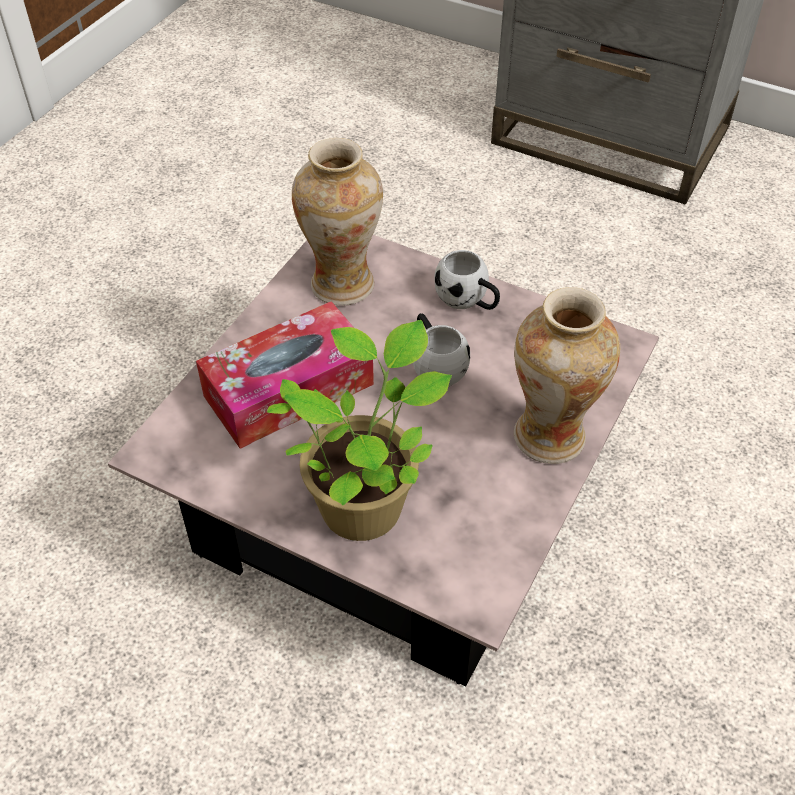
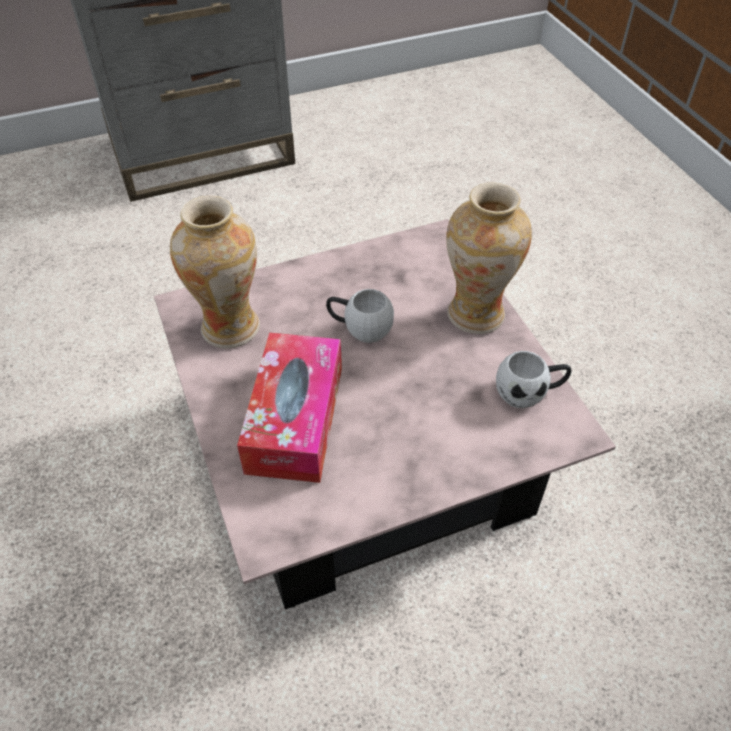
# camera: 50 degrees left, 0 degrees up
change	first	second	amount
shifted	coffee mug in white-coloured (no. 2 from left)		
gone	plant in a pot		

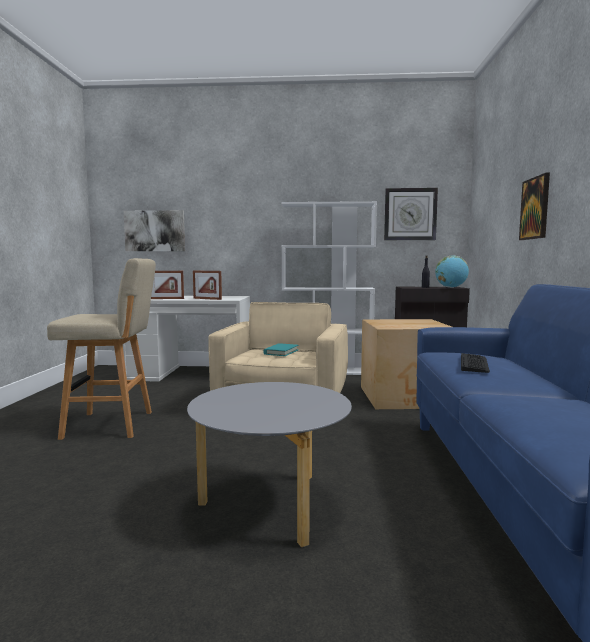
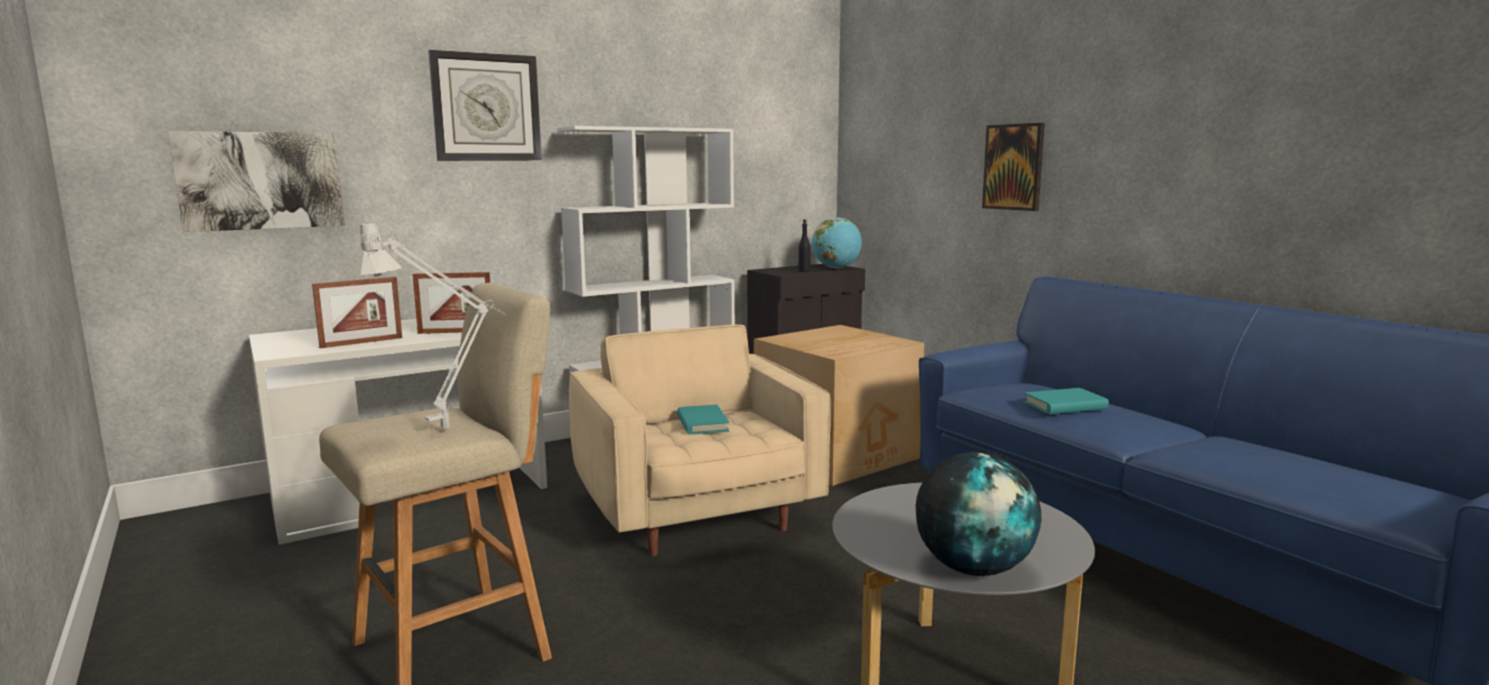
# camera: 35 degrees left, 5 degrees up
change	first	second	amount
new		table lamp in greyish	
shifted	clock on the wall		
new		world globe (no. 2 from left)	
swapped	computer keyboard	bound book in blue-green (no. 2 from left)	

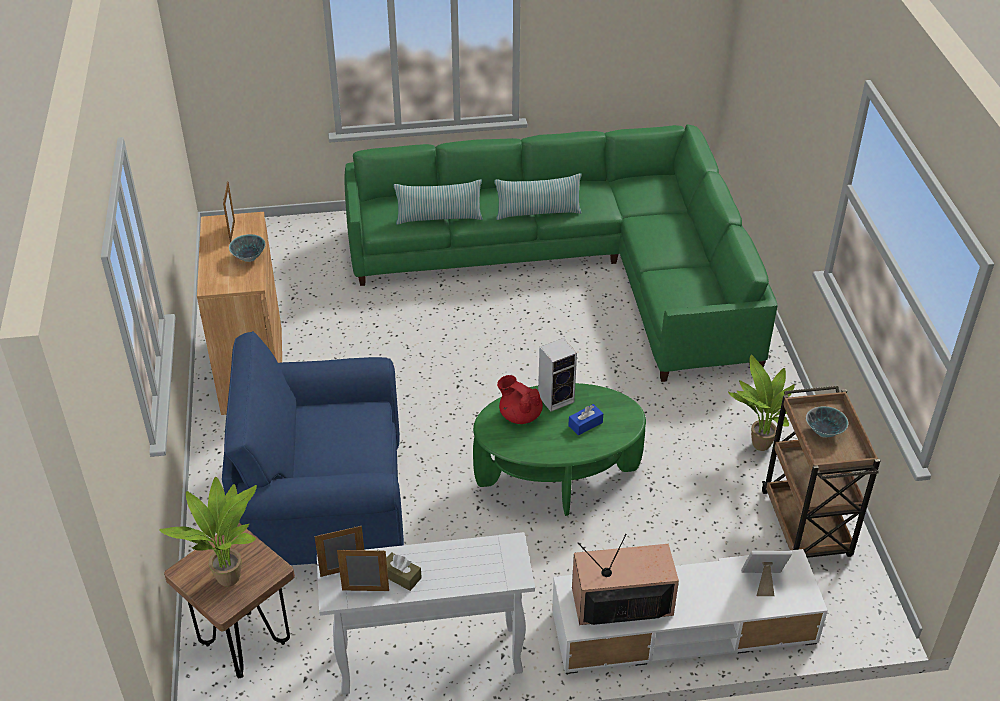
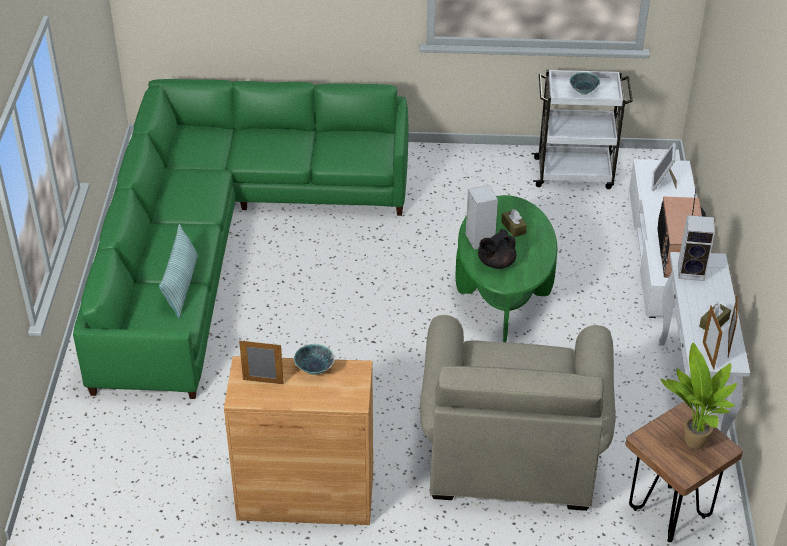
# camera: 80 degrees left, 0 degrees up
change	first	second	amount
repainted	lounge chair in bluish	lounge chair in sand-coloured	
repainted	tea pot in reddish	tea pot in black	
repainted	box of tissues in bluish	box of tissues in brown-coloured (no. 1 from left)	
repainted	cart in brown-coloured	cart in white-coloured	
new		speaker (no. 2 from left)	
gone	cushion (no. 2 from left)		
gone	plant in a pot (no. 2 from left)		

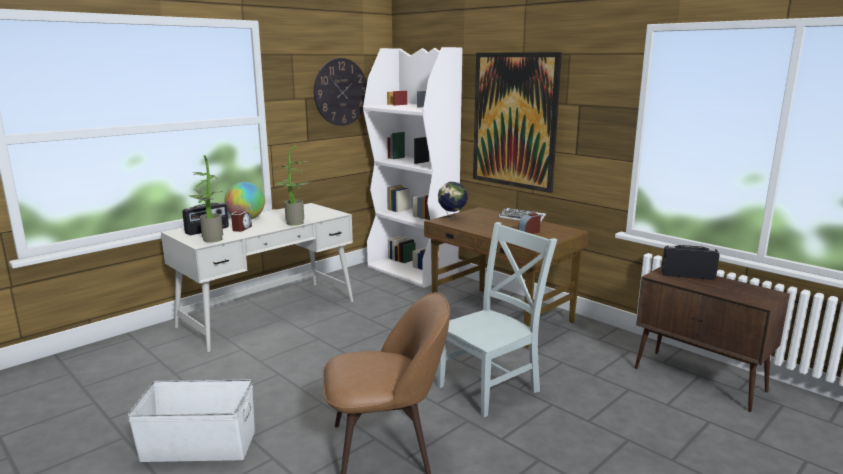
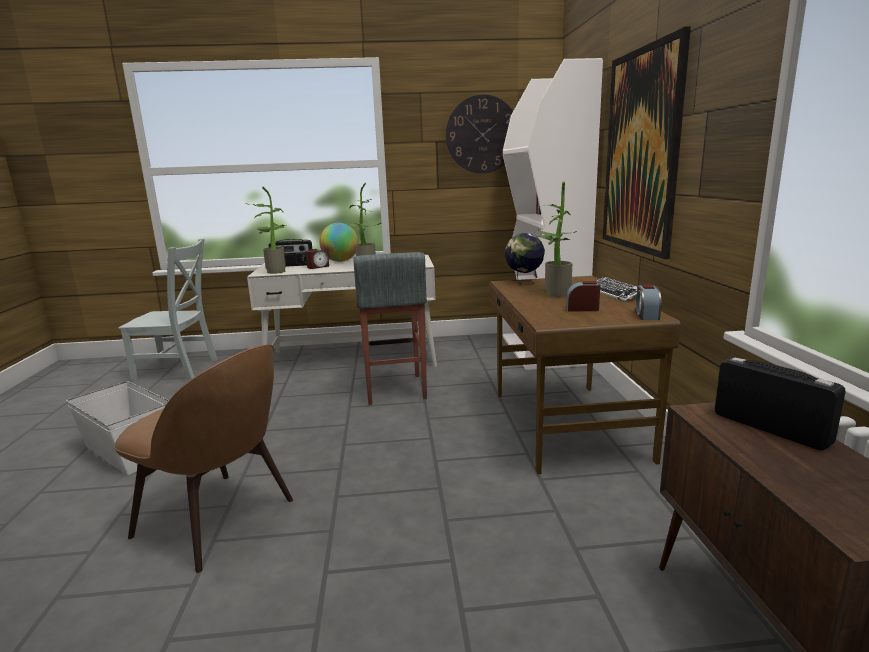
# camera: 40 degrees right, 0 degrees up
change	first	second	amount
shifted	upright chair in greyish		
new		stool in greyish	
new		plant in a pot (no. 3 from left)	
new		alarm clock (no. 3 from left)	

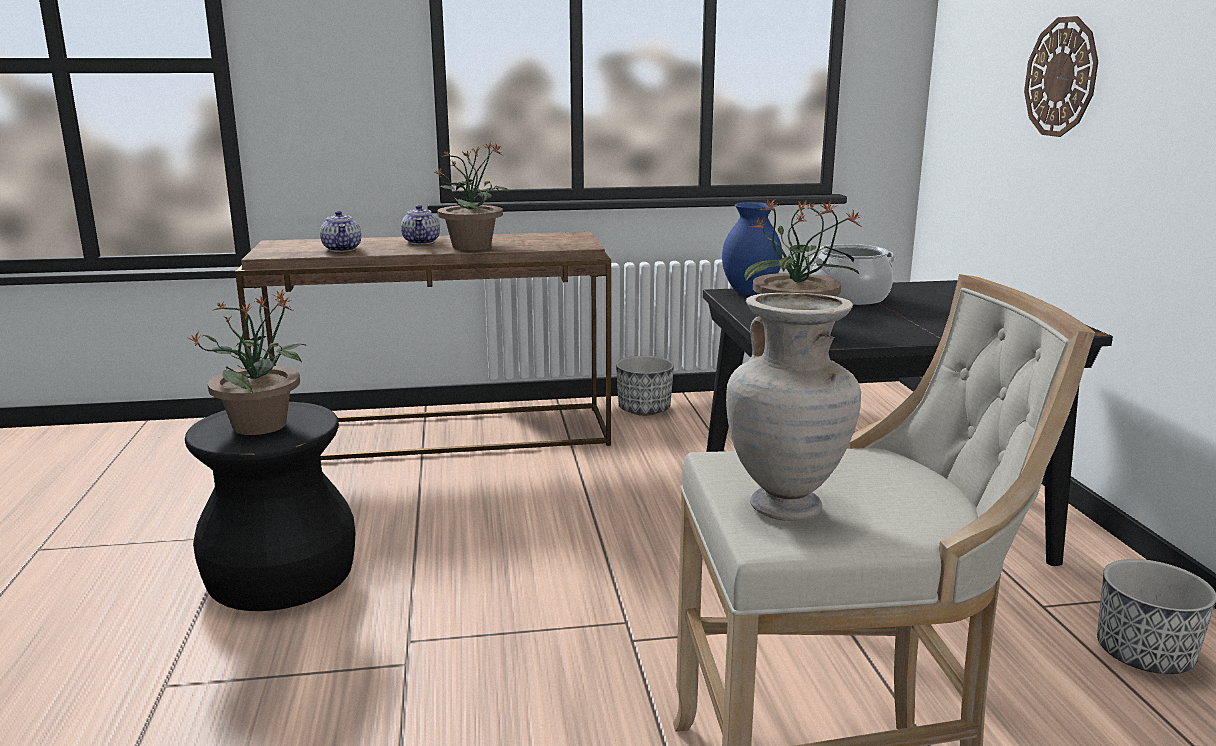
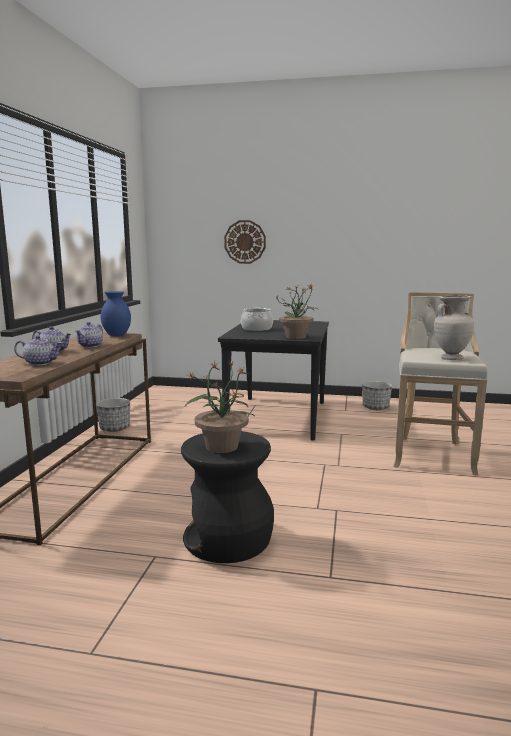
# camera: 70 degrees left, 5 degrees down
change	first	second	amount
swapped	plant in a pot (no. 2 from left)	tea pot (no. 3 from left)	
shifted	flower vase in bluish		

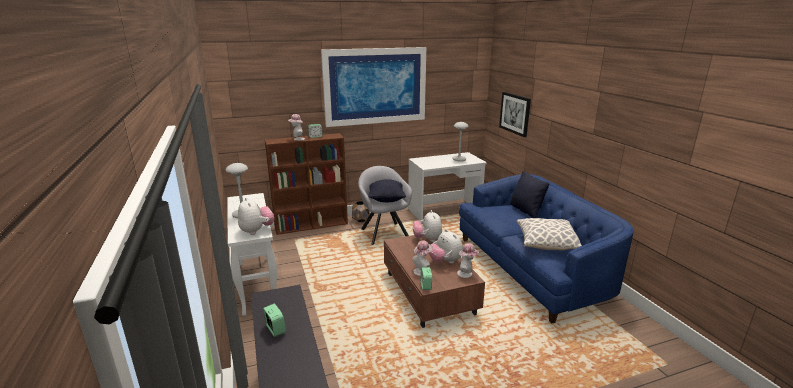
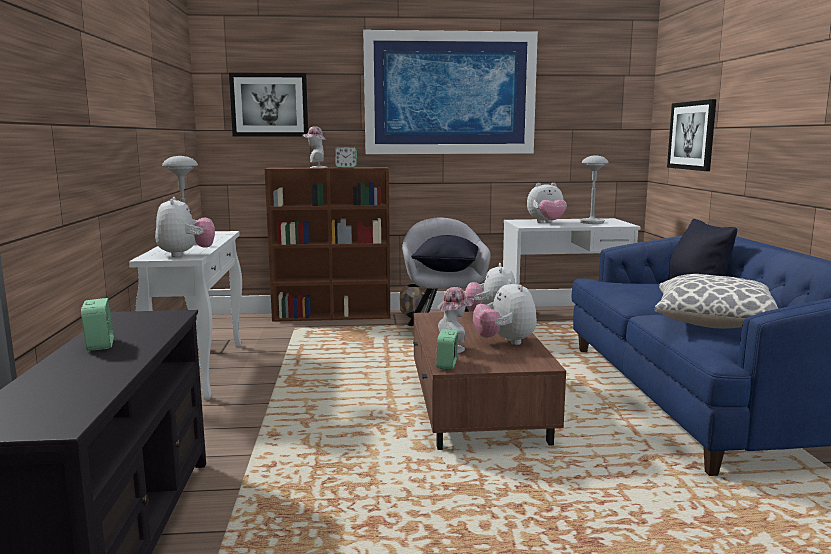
# camera: 15 degrees right, 10 degrees down
change	first	second	amount
new		wall art (no. 1 from left)	
new		soft toy (no. 4 from left)	
gone	clothing hat (no. 3 from left)		

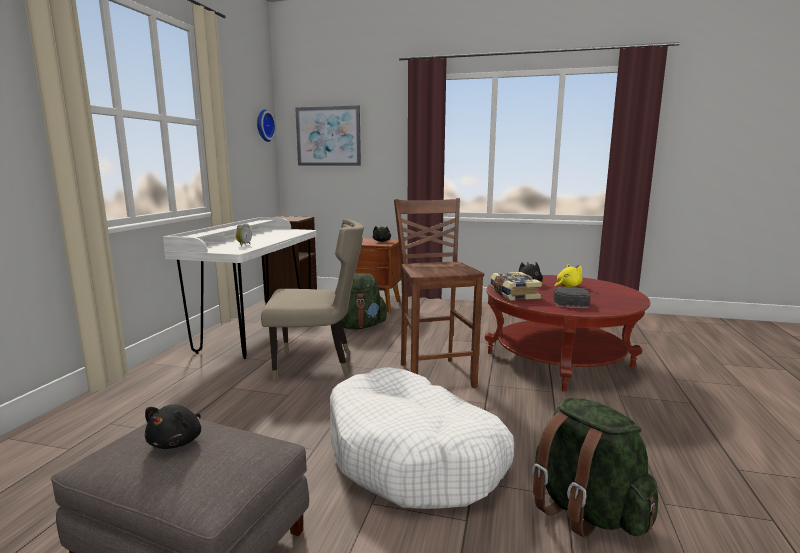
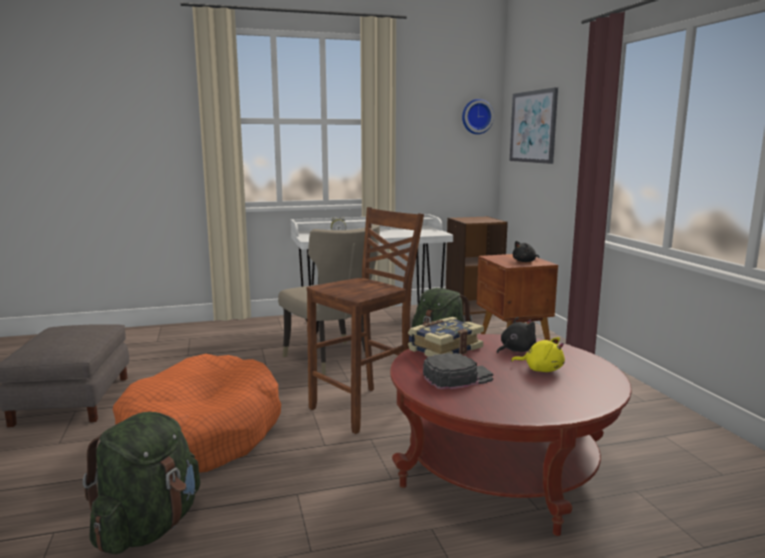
# camera: 60 degrees right, 0 degrees up
change	first	second	amount
repainted	pet bed in white-coloured	pet bed in orangey	
gone	soft toy in black (no. 1 from left)		

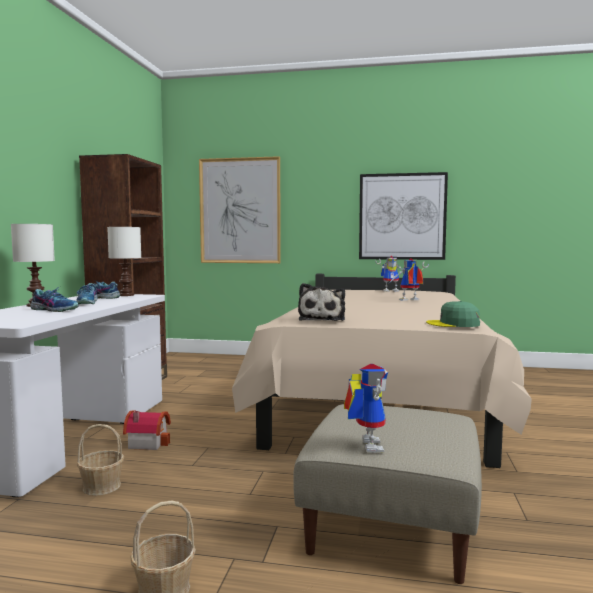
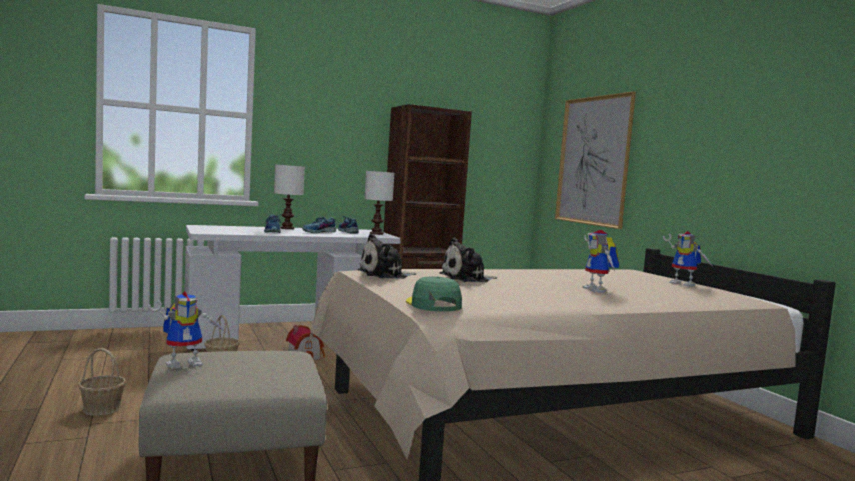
# camera: 55 degrees right, 0 degrees up
change	first	second	amount
new		soft toy (no. 2 from left)	
rotated	robot figure (no. 3 from left in the first image)	robot figure (no. 2 from left)	150 degrees counterclockwise
gone	wall art (no. 2 from left)		

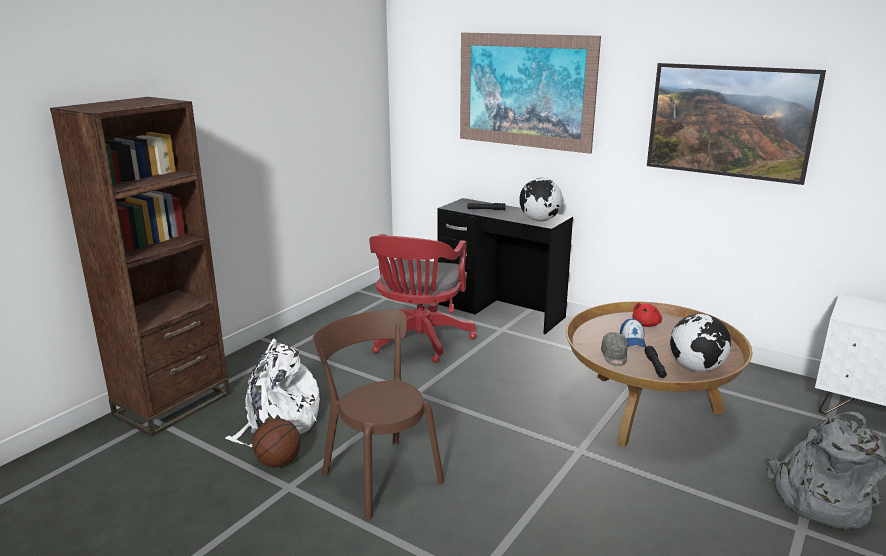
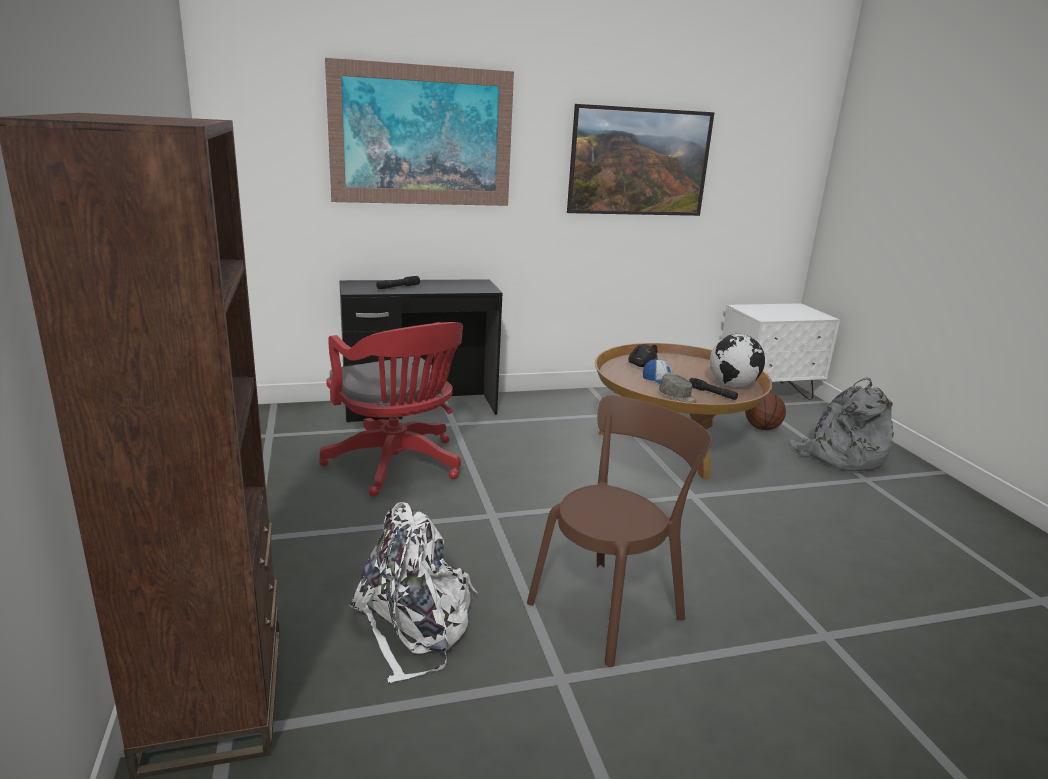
# camera: 50 degrees left, 0 degrees up
change	first	second	amount
rotated	upright chair in brown-coloured		135 degrees clockwise
repainted	soft toy in reddish	soft toy in black	
shifted	basketball		
gone	world globe (no. 1 from left)		

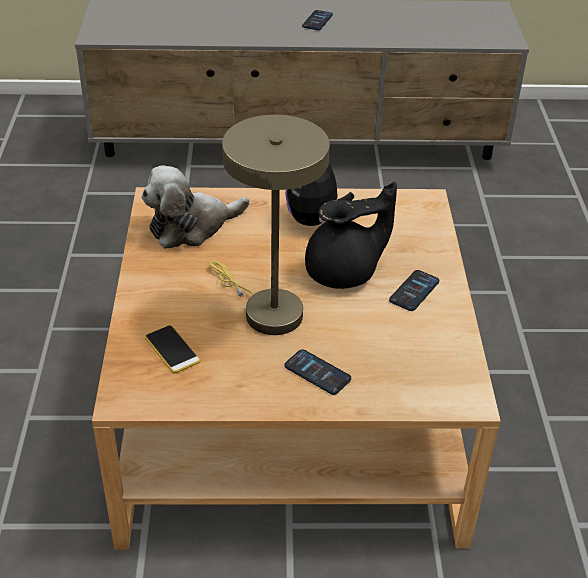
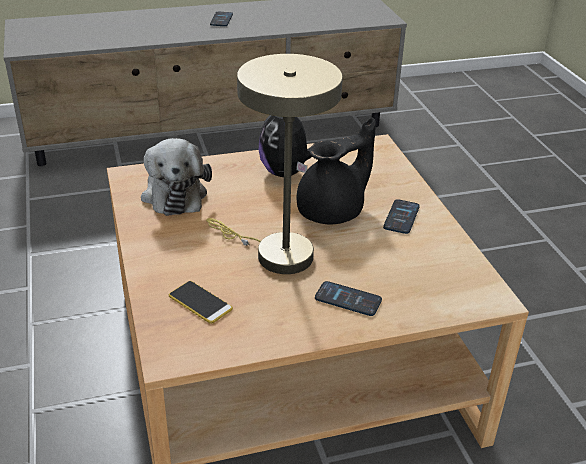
# camera: 15 degrees left, 5 degrees down
change	first	second	amount
rotated	soft toy (no. 1 from left)		60 degrees counterclockwise

